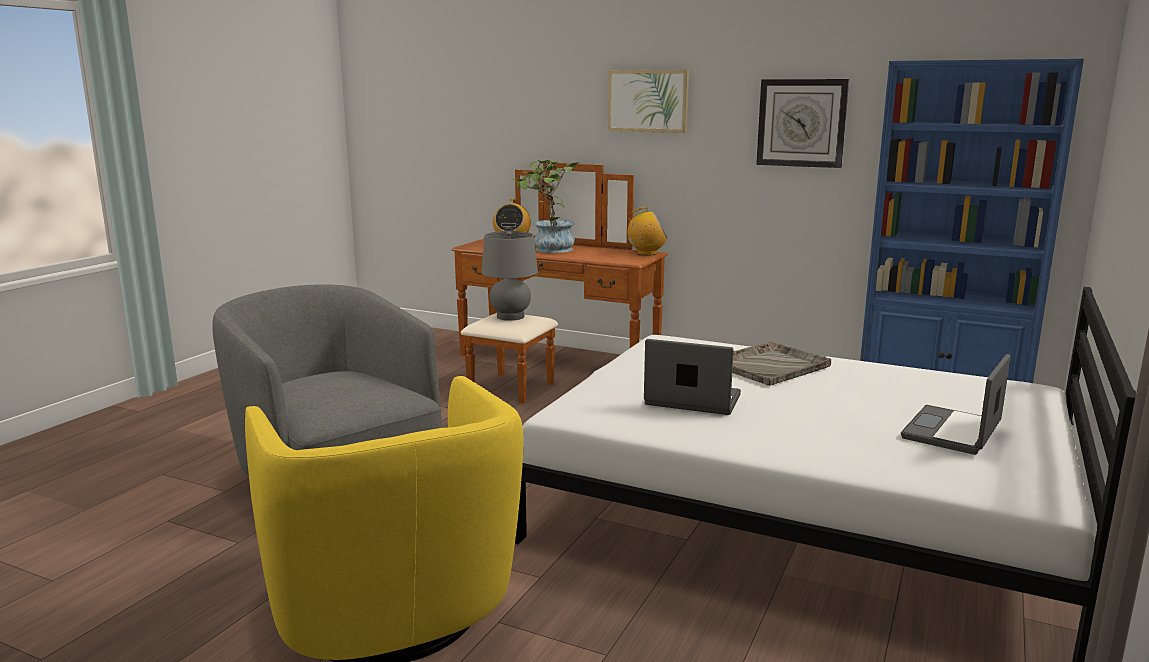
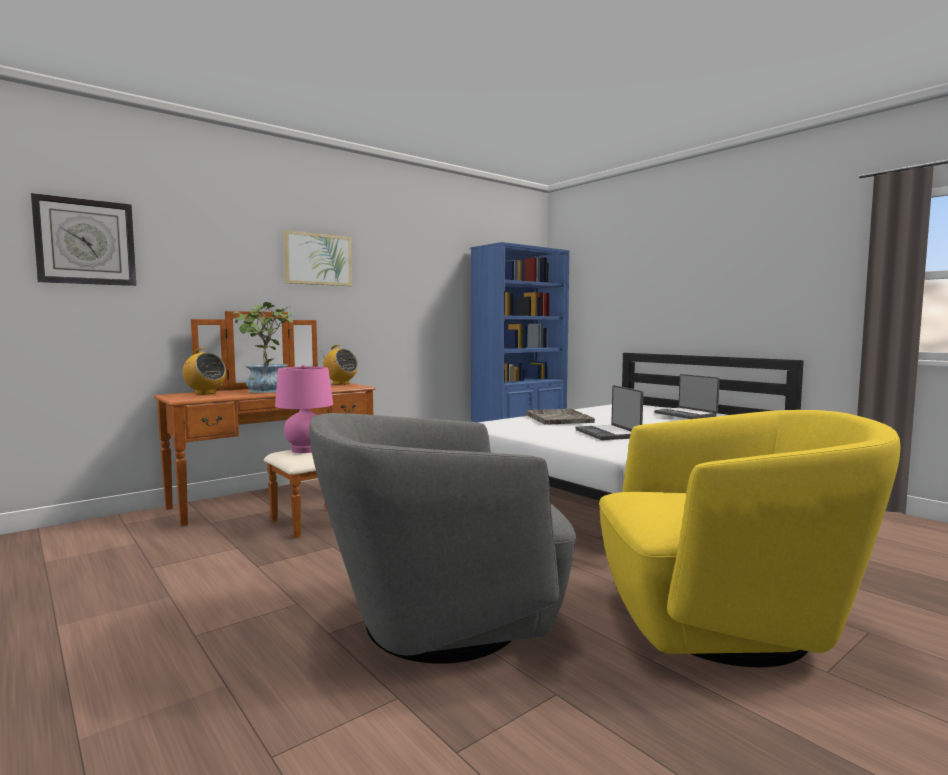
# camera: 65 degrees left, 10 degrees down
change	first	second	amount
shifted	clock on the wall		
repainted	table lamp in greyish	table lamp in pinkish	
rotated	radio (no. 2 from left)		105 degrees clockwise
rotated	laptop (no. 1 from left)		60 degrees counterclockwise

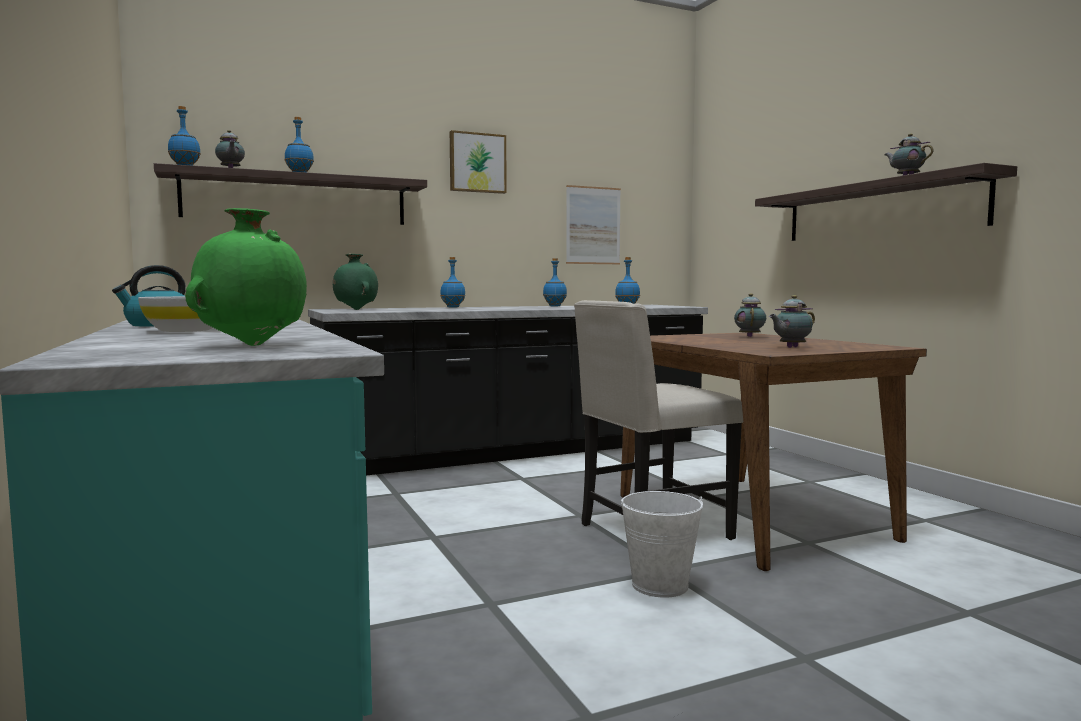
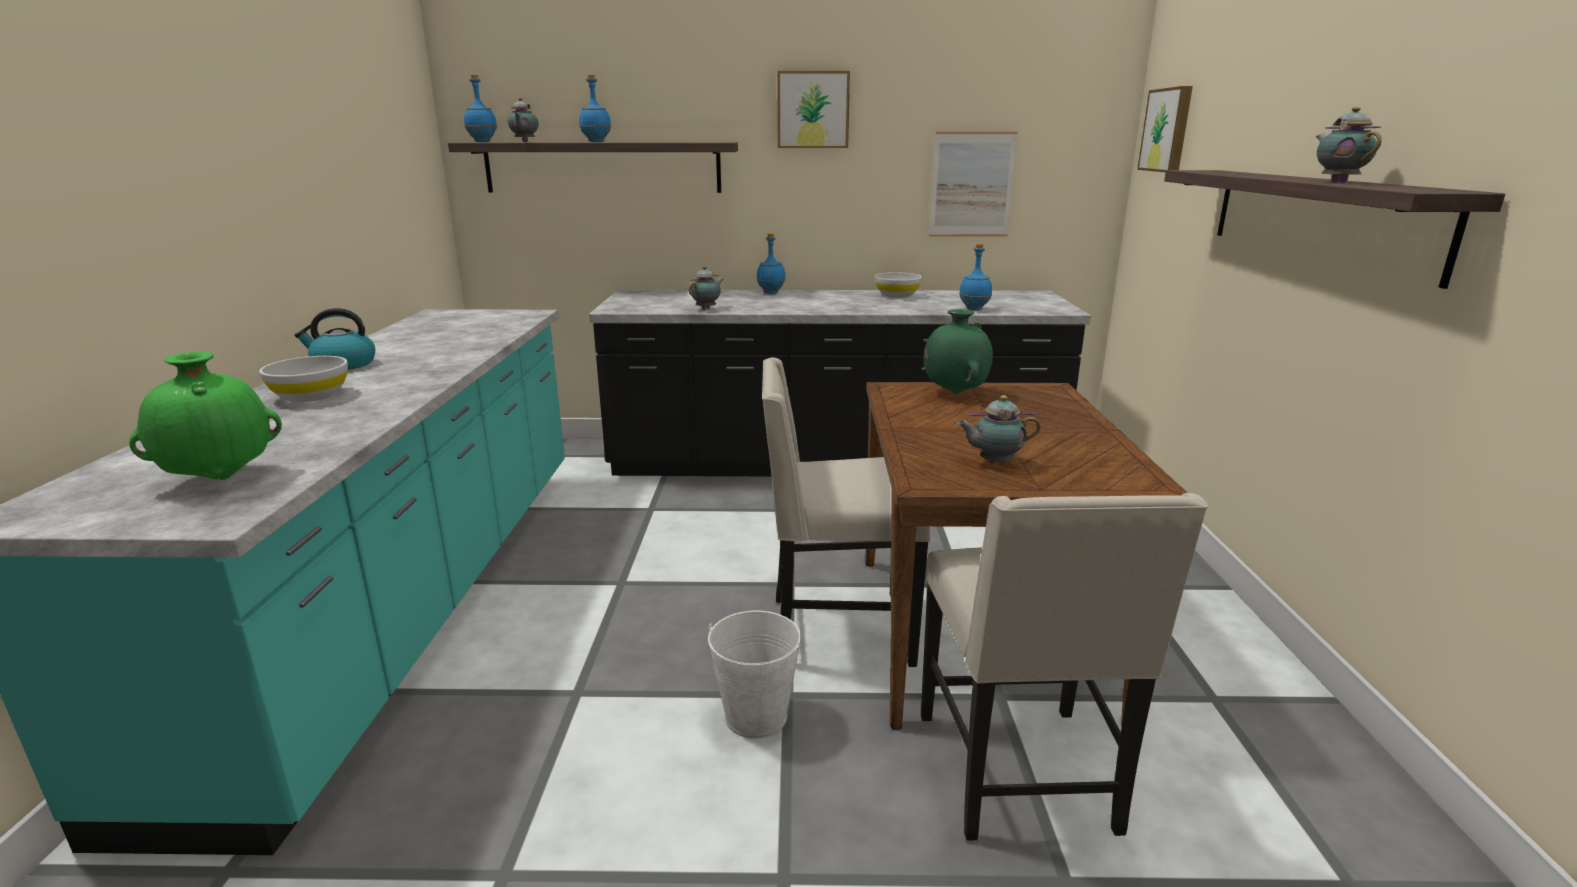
# camera: 25 degrees right, 15 degrees up
change	first	second	amount
shifted	tea pot (no. 2 from left)		
swapped	bottle in bluish (no. 4 from left)	serving bowl in white-coloured (no. 2 from left)	
new		upright chair in sand-coloured (no. 2 from left)	
shifted	flower vase in green-coloured (no. 2 from left)		
new		wall art (no. 3 from left)	

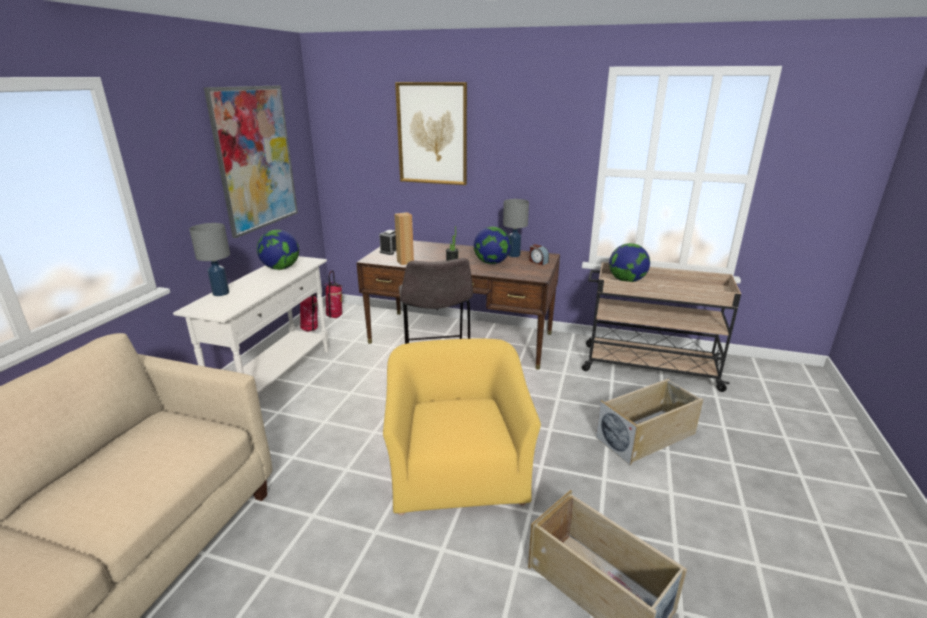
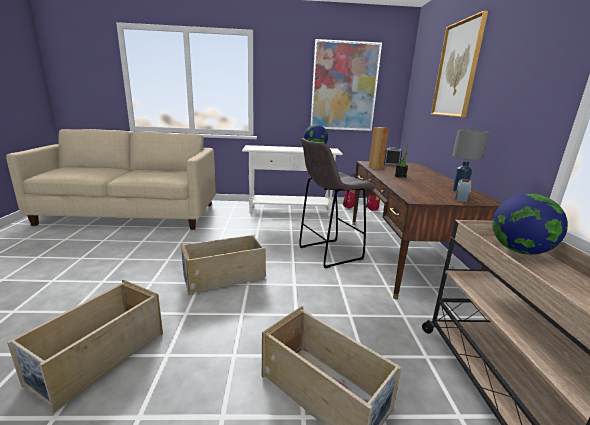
# camera: 70 degrees right, 5 degrees down
change	first	second	amount
swapped	lounge chair in yellow	storage box in sand-coloured (no. 2 from left)	
gone	table lamp in greyish (no. 1 from left)		
gone	world globe (no. 2 from left)		

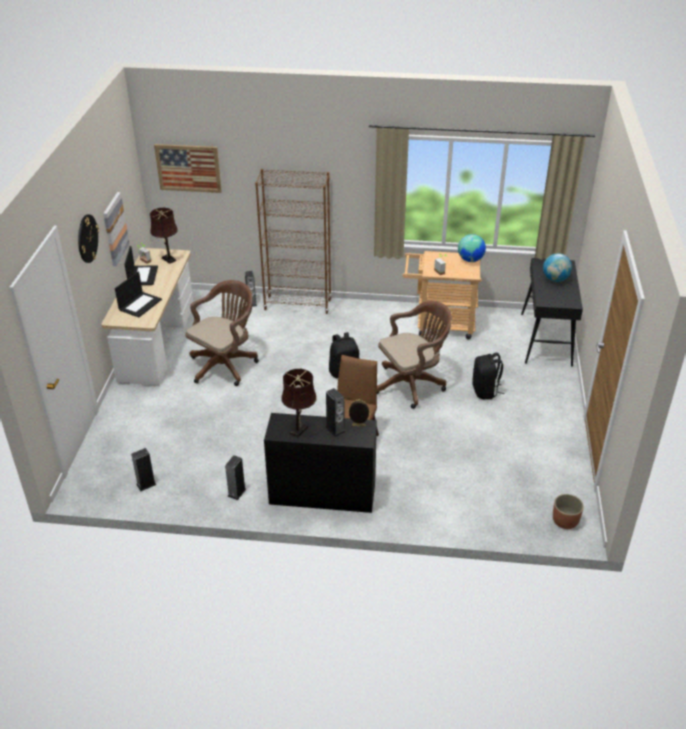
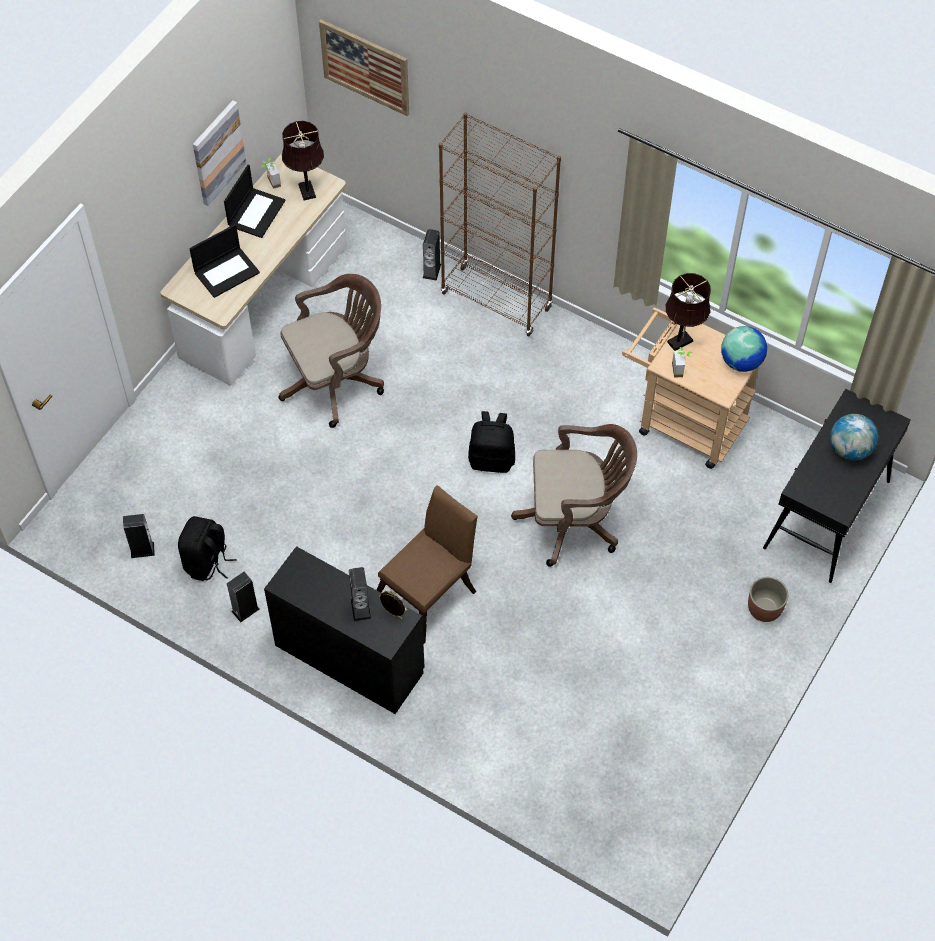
# camera: 25 degrees right, 20 degrees up
change	first	second	amount
shifted	backpack in black (no. 2 from left in the first image)	backpack in black (no. 1 from left)	
shifted	table lamp in brown-coloured (no. 2 from left)		
shifted	flower pot		
gone	clock on the wall		

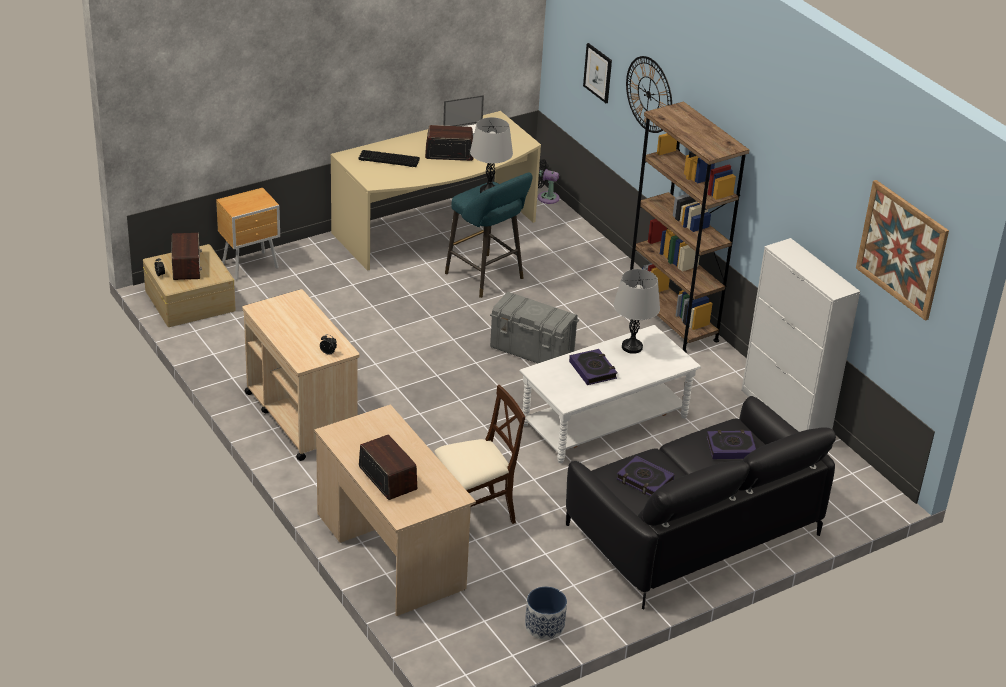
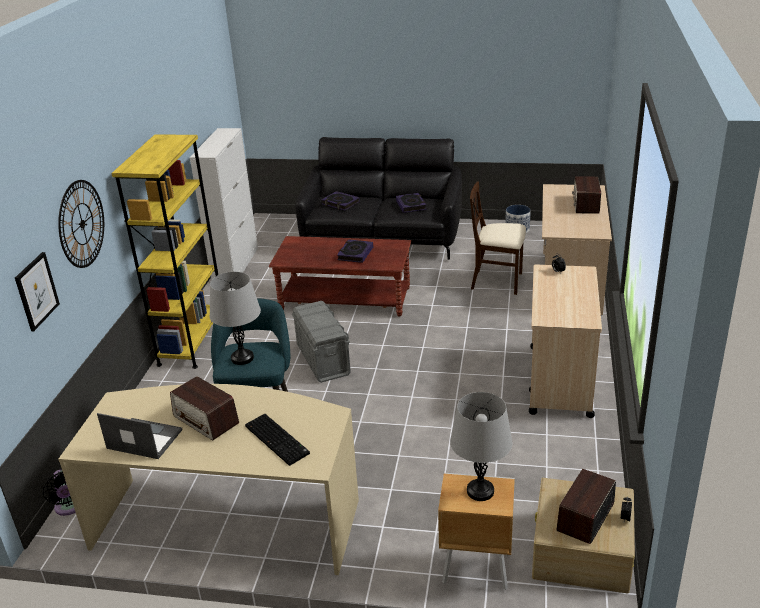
# camera: 135 degrees left, 5 degrees down
change	first	second	amount
repainted	shelving unit in brown-coloured	shelving unit in yellow	
repainted	coffee table in white-coloured	coffee table in brown-coloured	
shifted	table lamp in greyish (no. 2 from left)		
gone	wall art (no. 2 from left)		

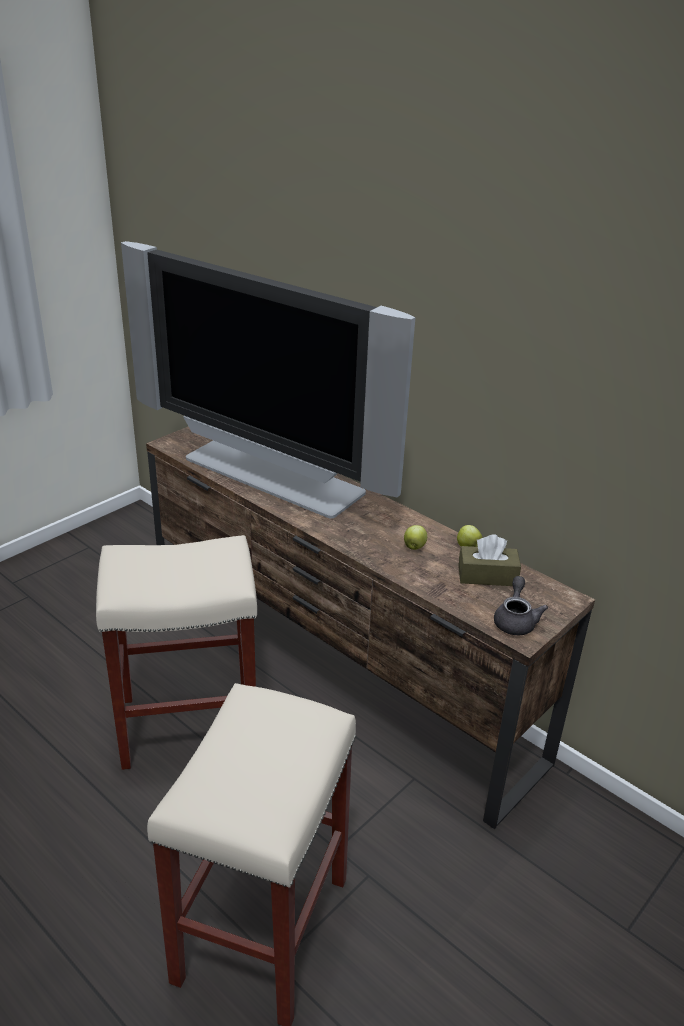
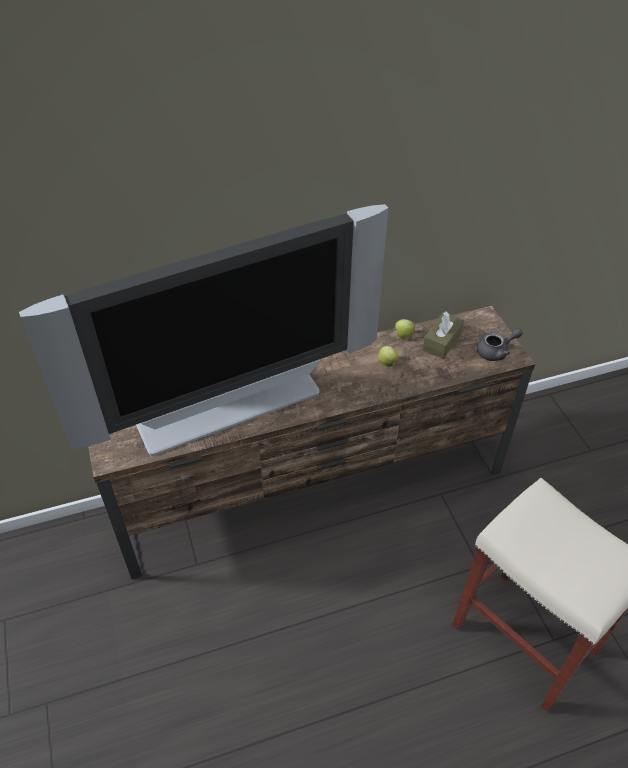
# camera: 60 degrees left, 15 degrees up
change	first	second	amount
rotated	tea pot in greyish		120 degrees clockwise
gone	stool in sand-coloured (no. 1 from left)		

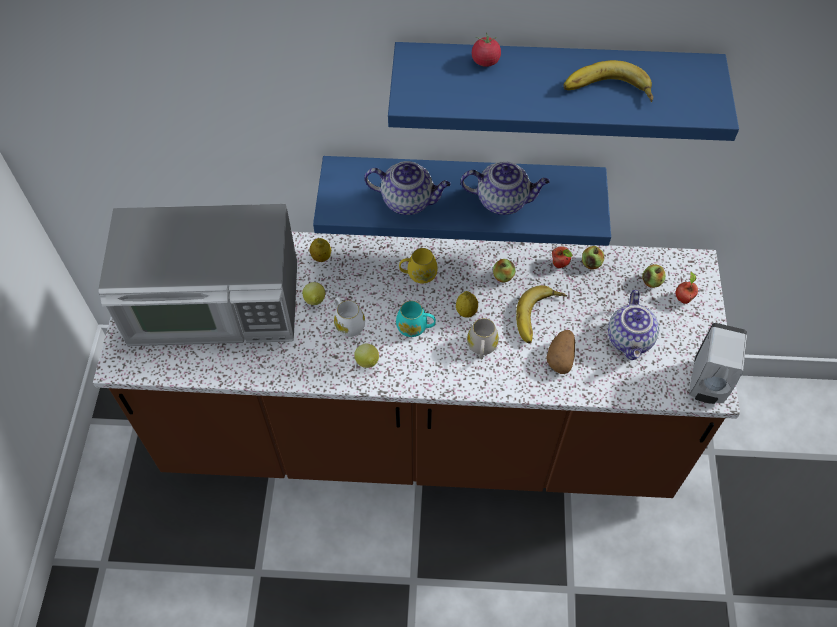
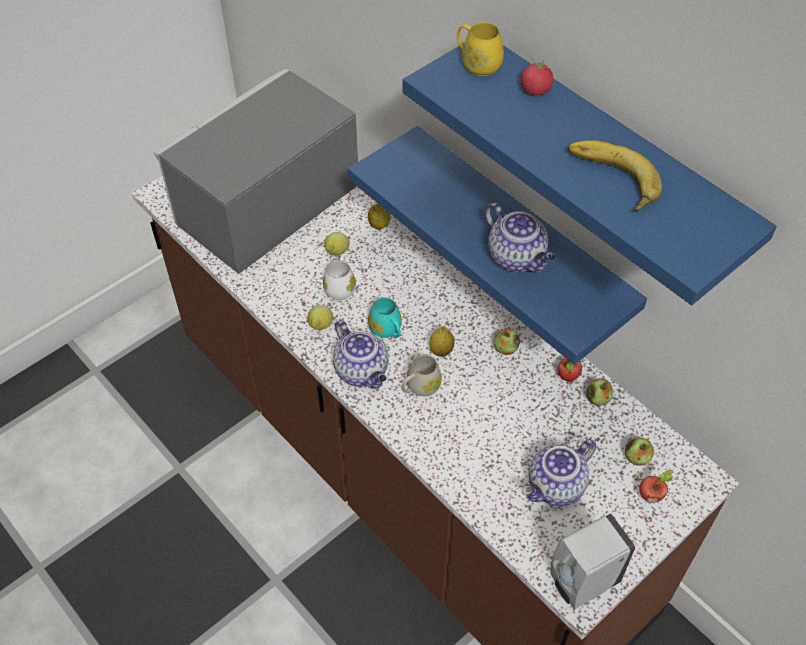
# camera: 45 degrees right, 5 degrees down
change	first	second	amount
rotated	microwave oven		90 degrees clockwise
shifted	tea pot (no. 1 from left)		
shifted	coffee mug in yellow		
gone	whole banana (no. 1 from left)		
gone	whole potato		

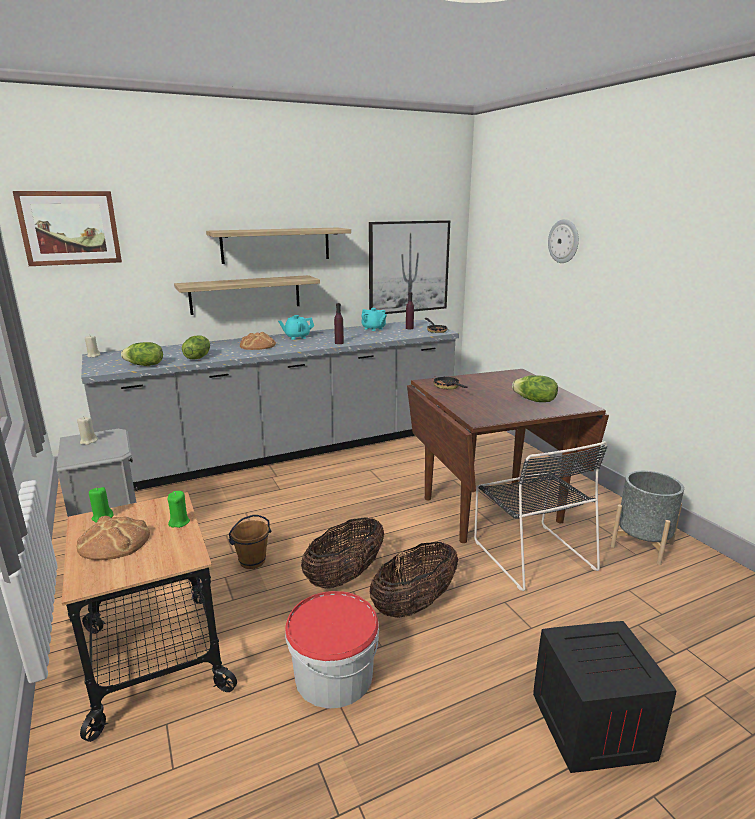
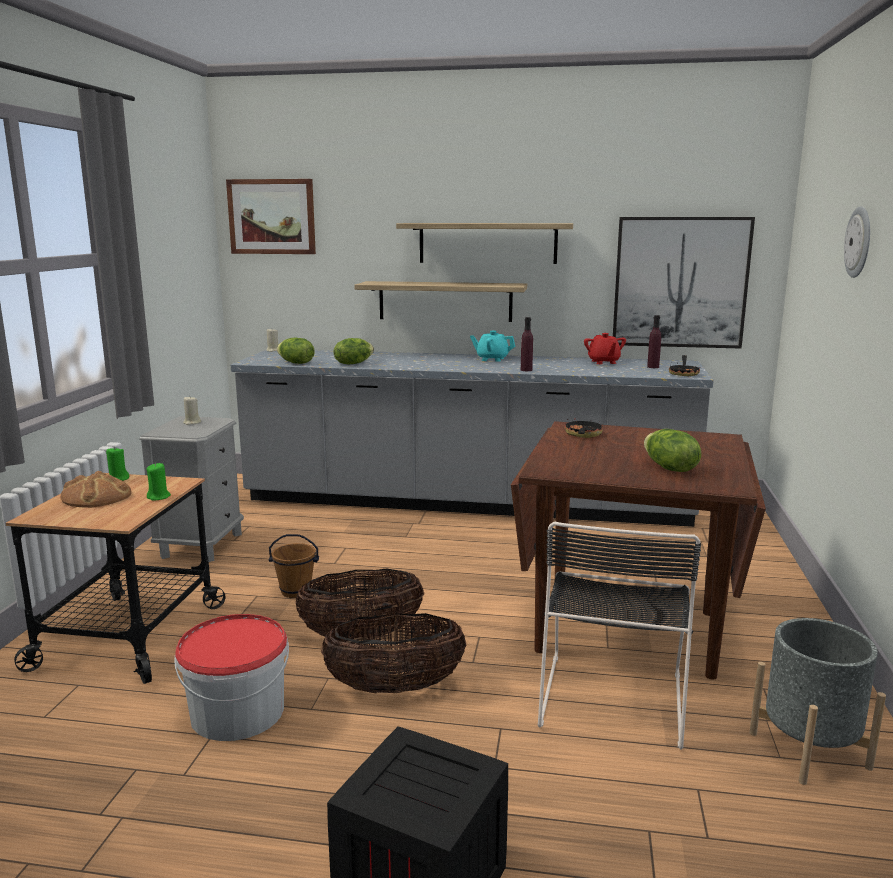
# camera: 35 degrees right, 5 degrees down
change	first	second	amount
repainted	tea pot in blue-green (no. 2 from left)	tea pot in reddish	
gone	bakery bread (no. 2 from left)		

